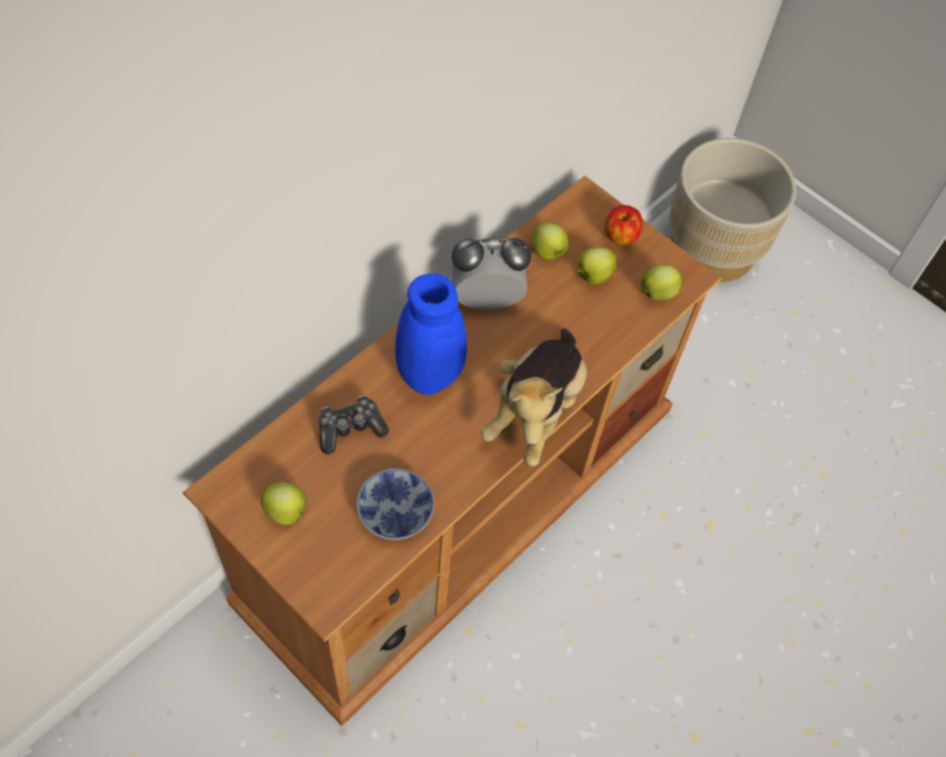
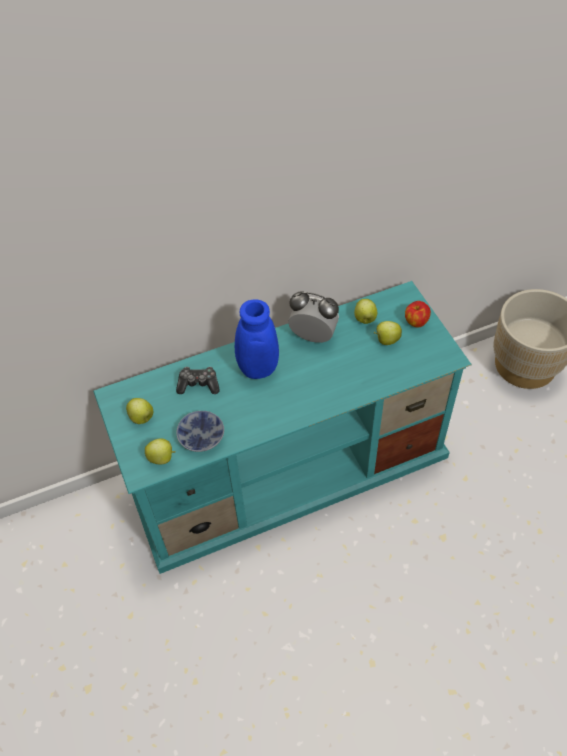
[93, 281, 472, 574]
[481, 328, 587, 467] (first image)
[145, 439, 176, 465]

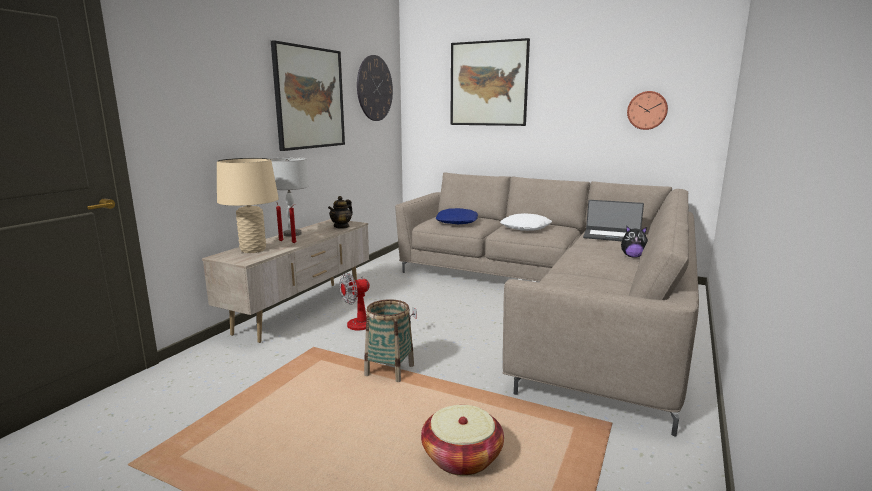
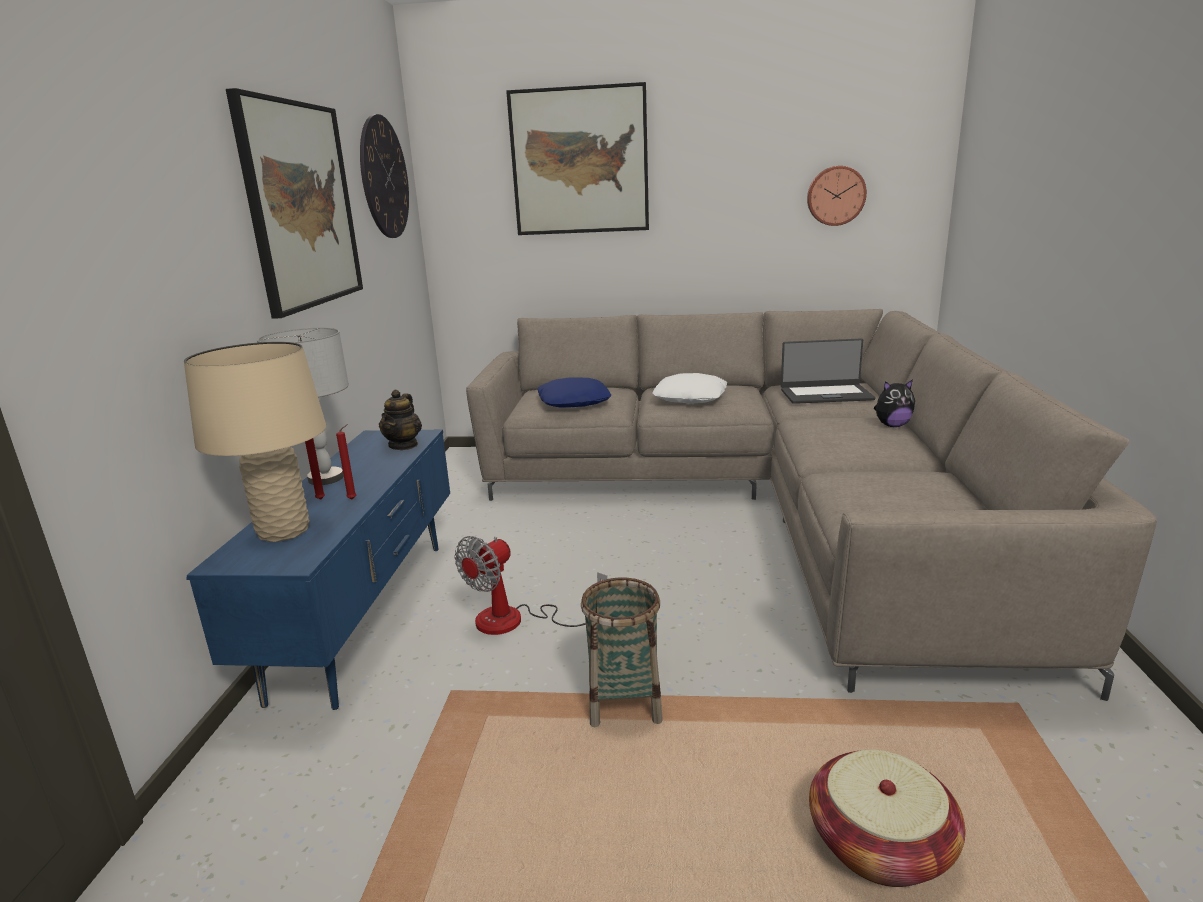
[186, 429, 450, 710]

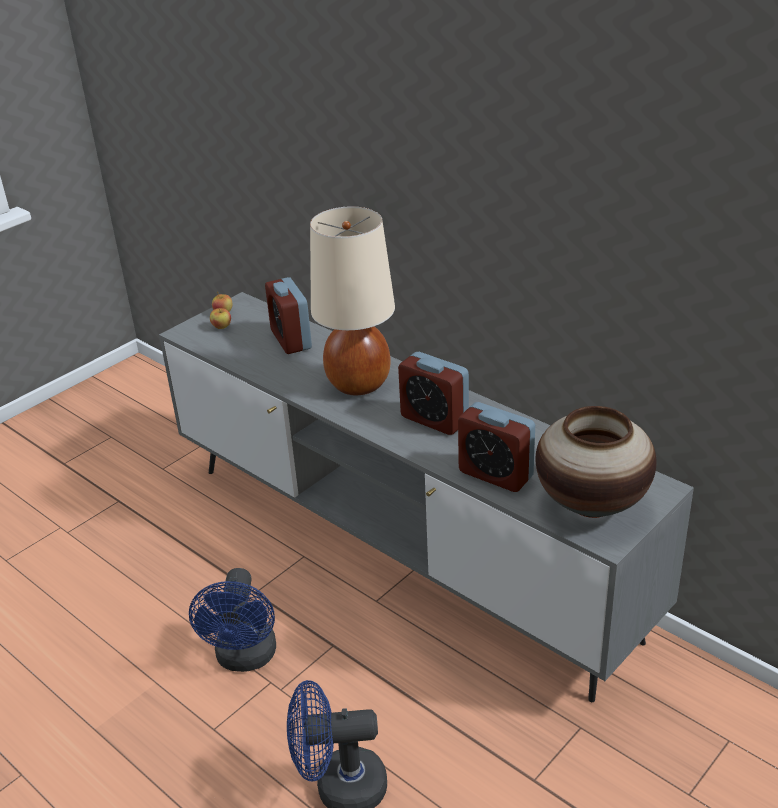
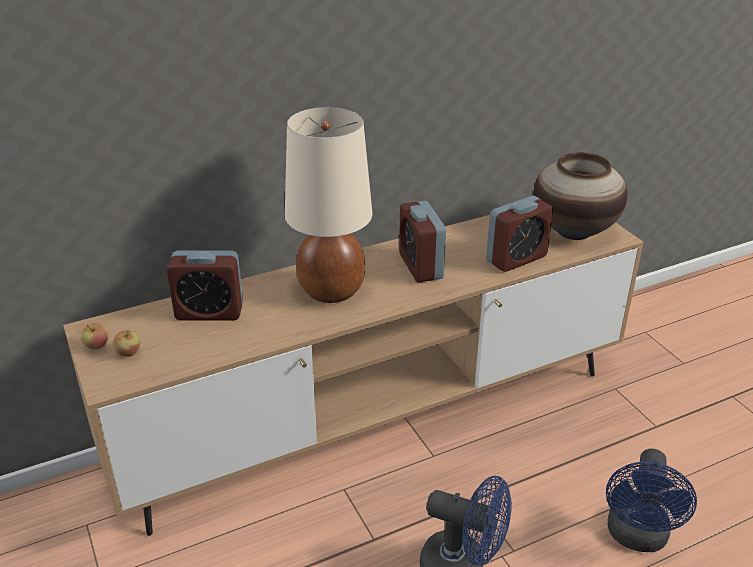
[63, 215, 644, 536]
[399, 201, 446, 282]

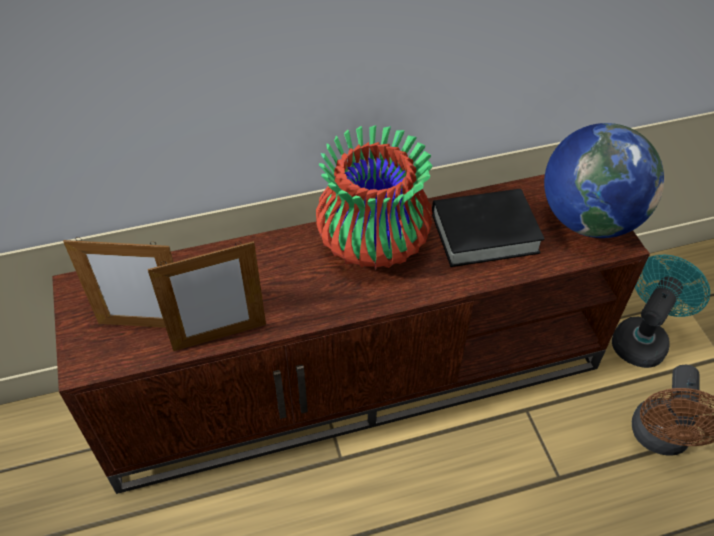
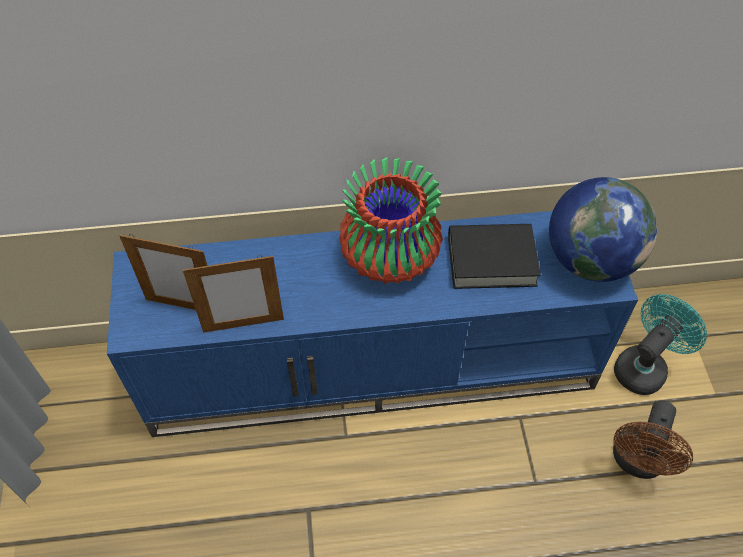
[107, 211, 638, 437]

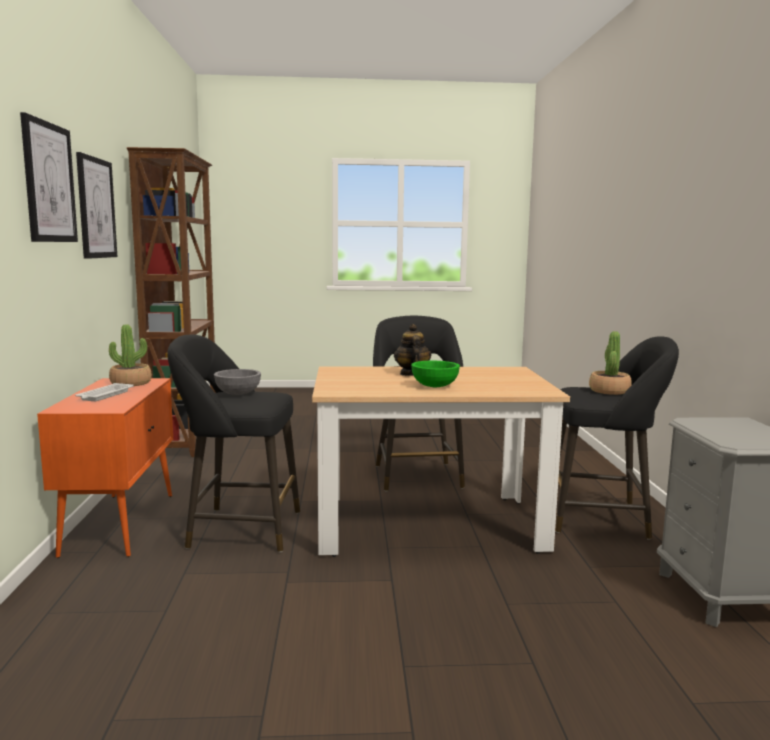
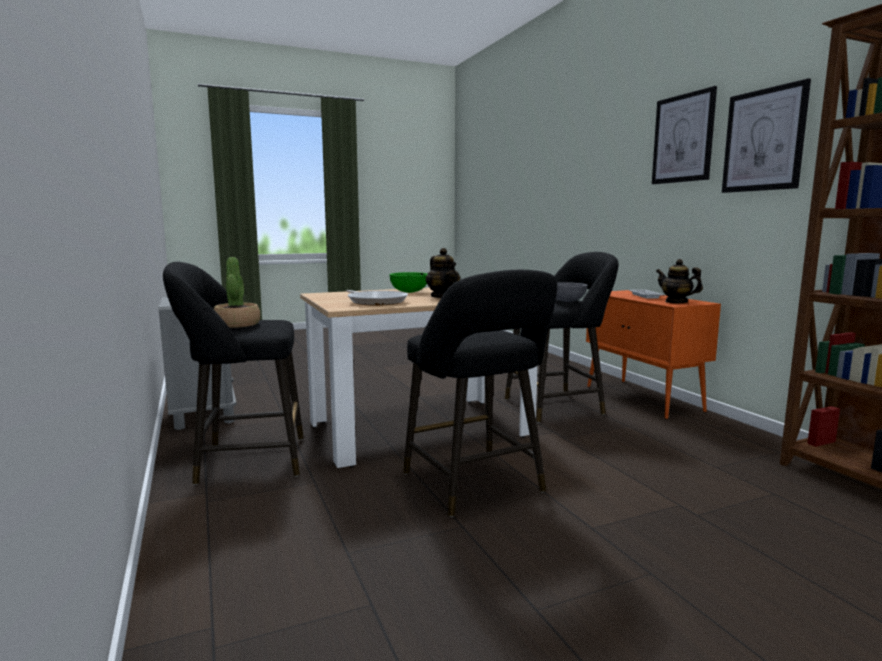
[656, 259, 703, 303]
[346, 290, 408, 306]

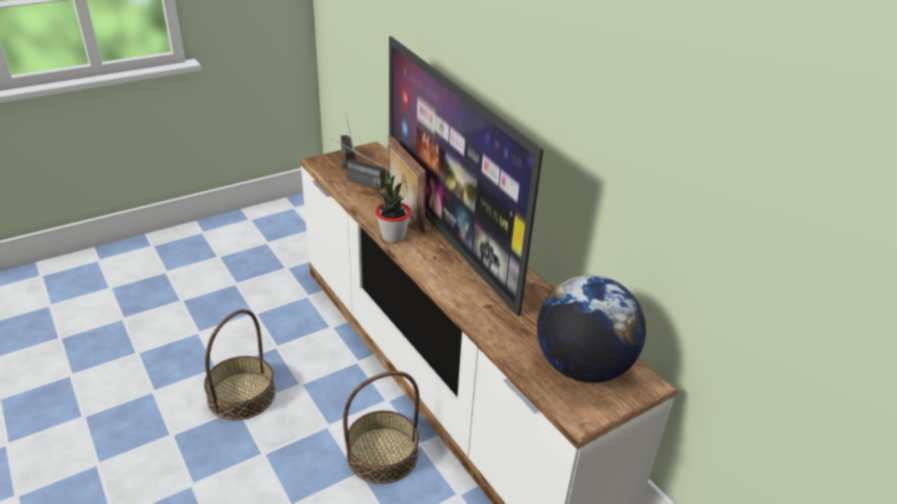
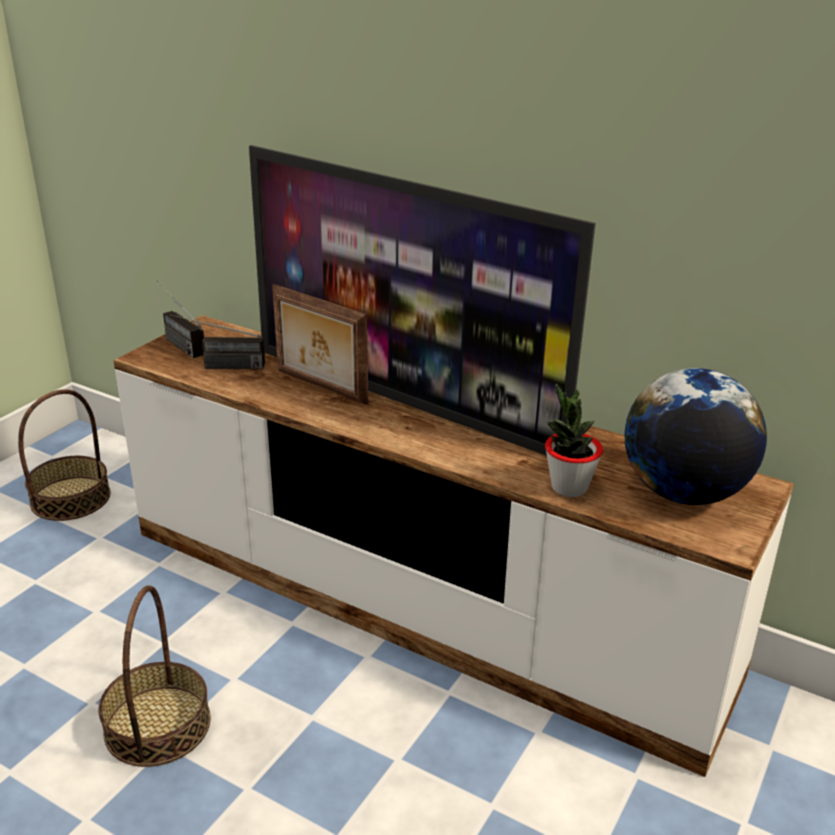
[18, 389, 111, 521]
[545, 383, 603, 497]

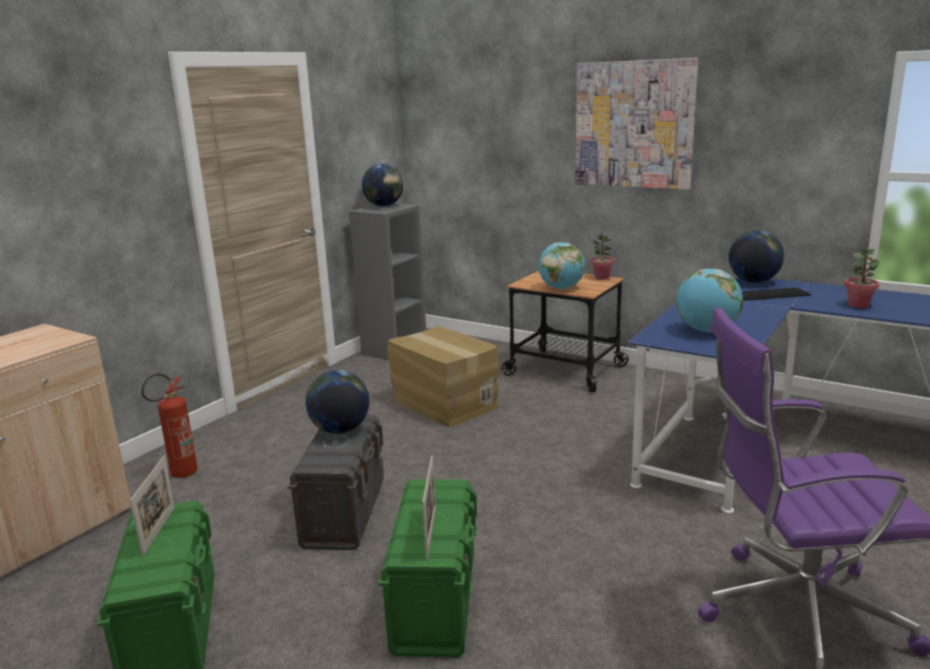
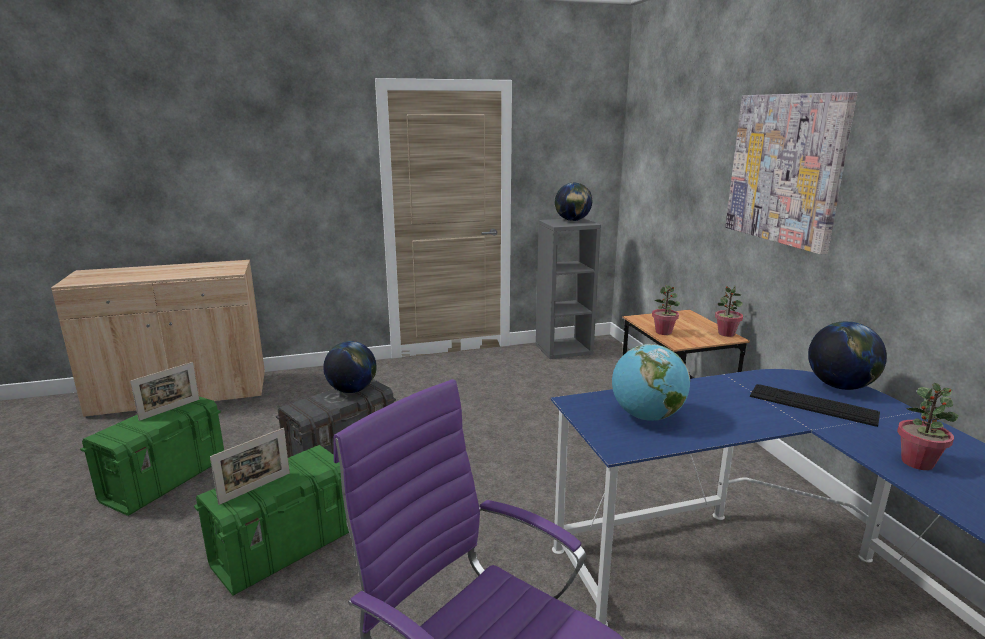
[141, 373, 198, 478] (first image)
[387, 326, 499, 427] (first image)
[652, 285, 680, 335]

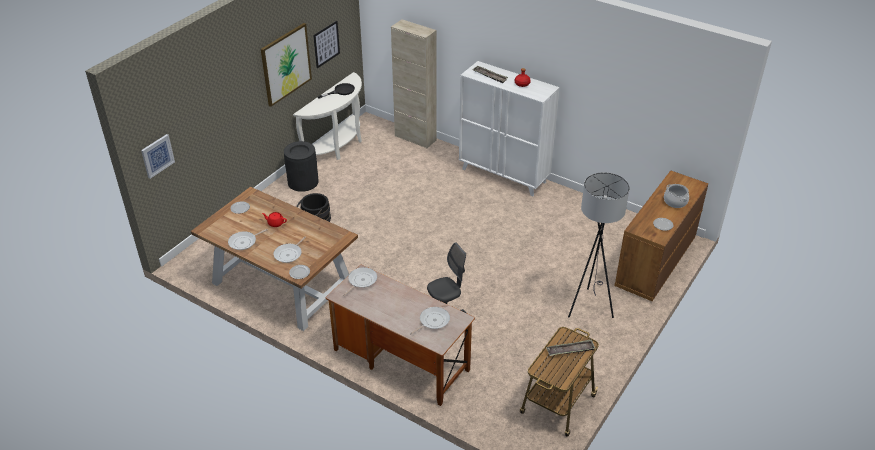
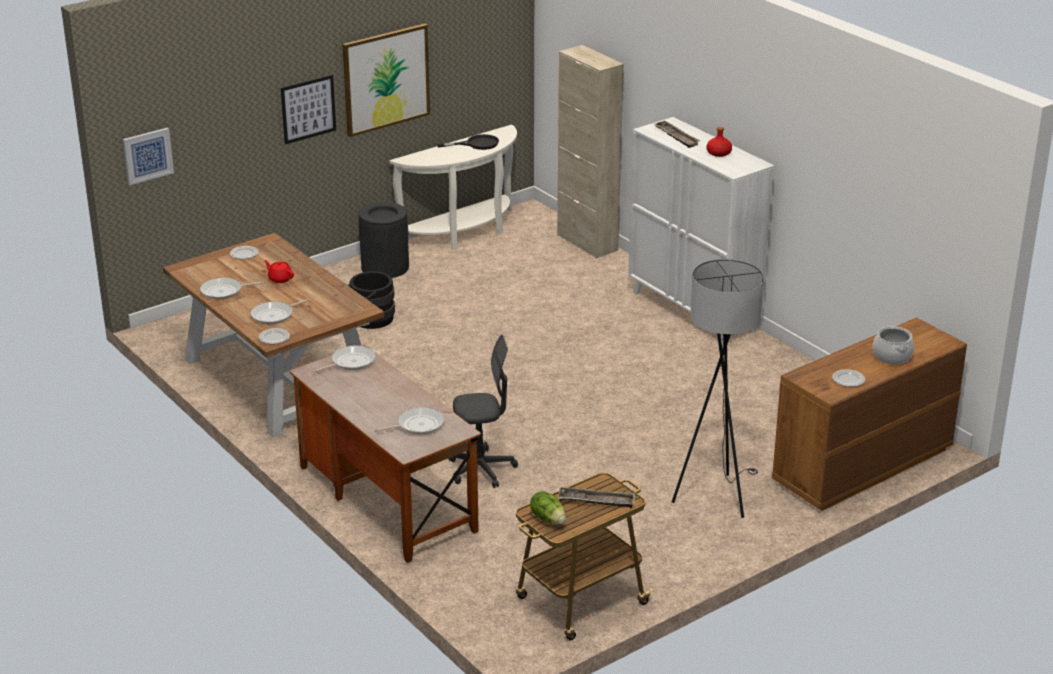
[281, 75, 336, 144]
[530, 491, 566, 525]

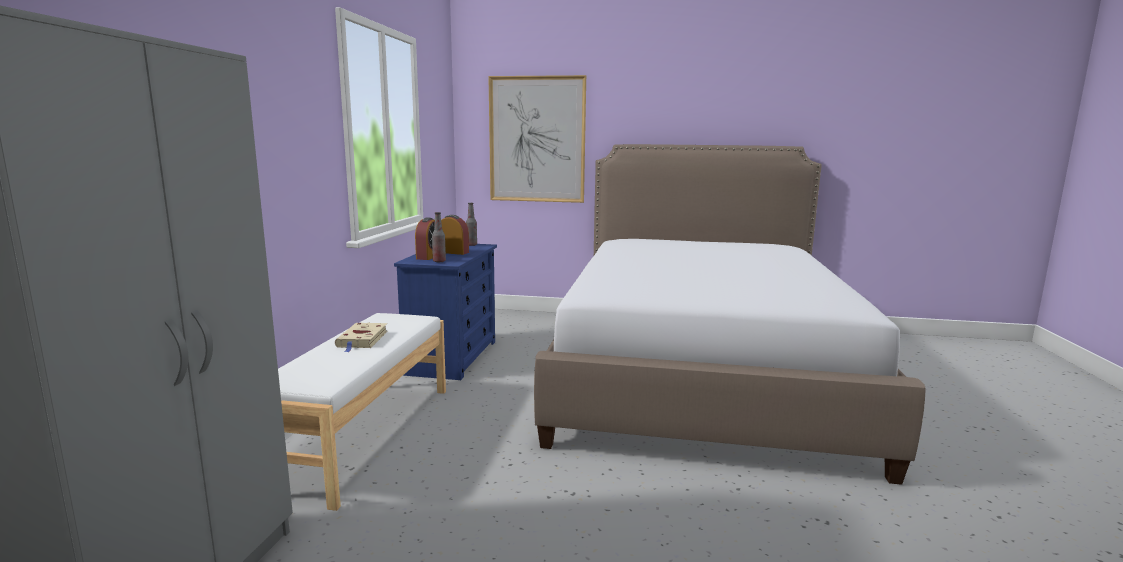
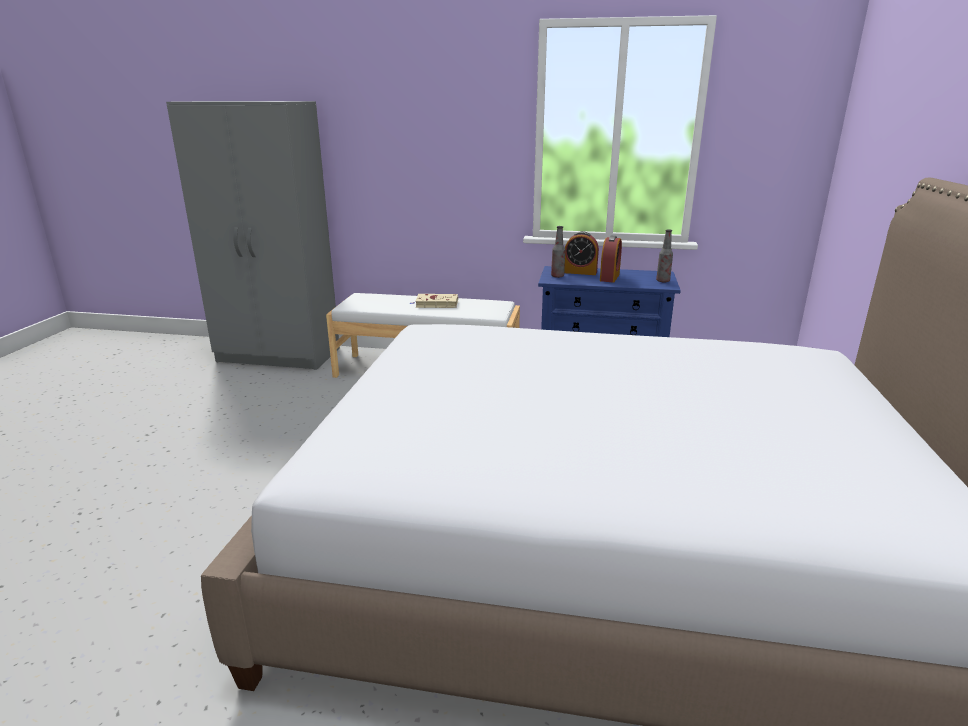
[488, 75, 586, 203] (first image)

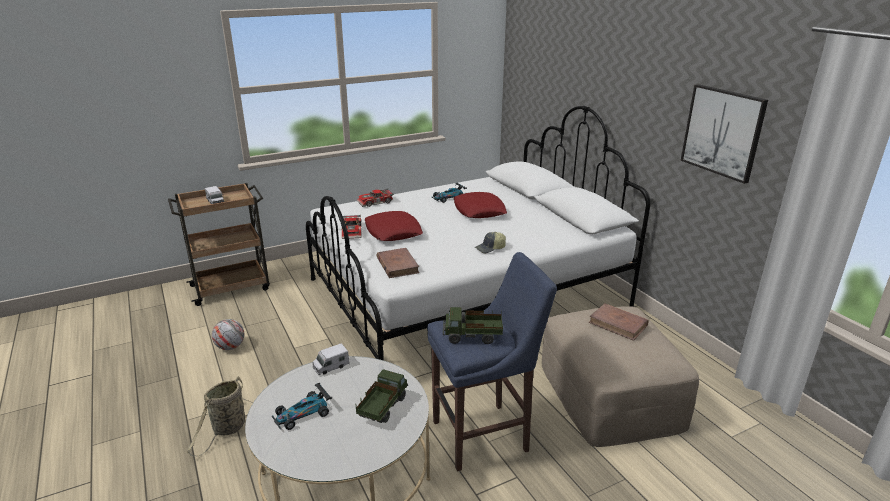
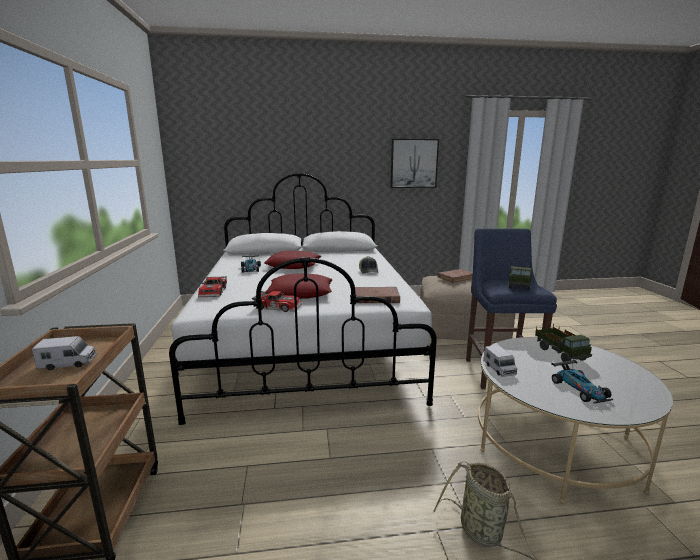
[212, 319, 244, 350] (first image)
[535, 324, 592, 362]

